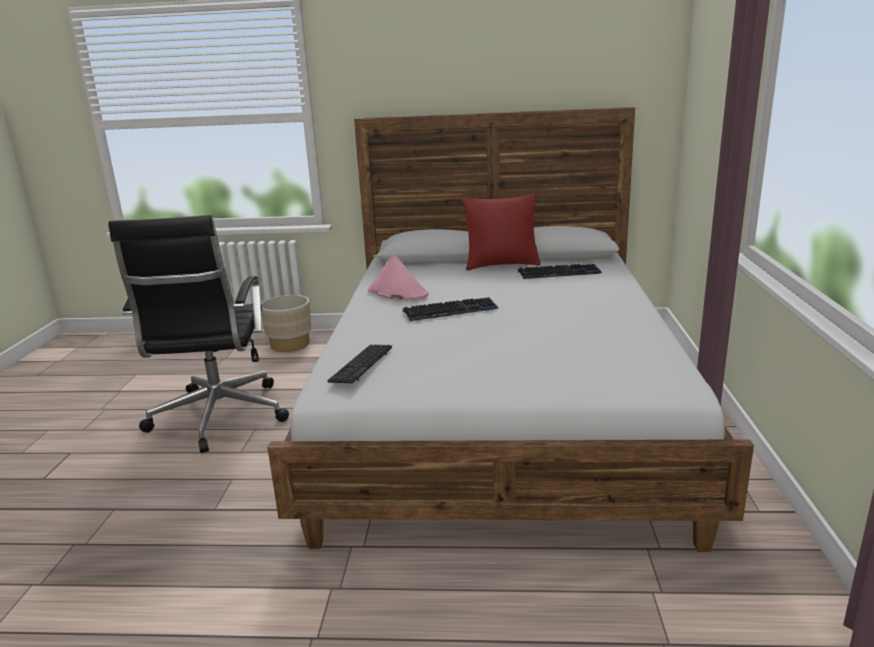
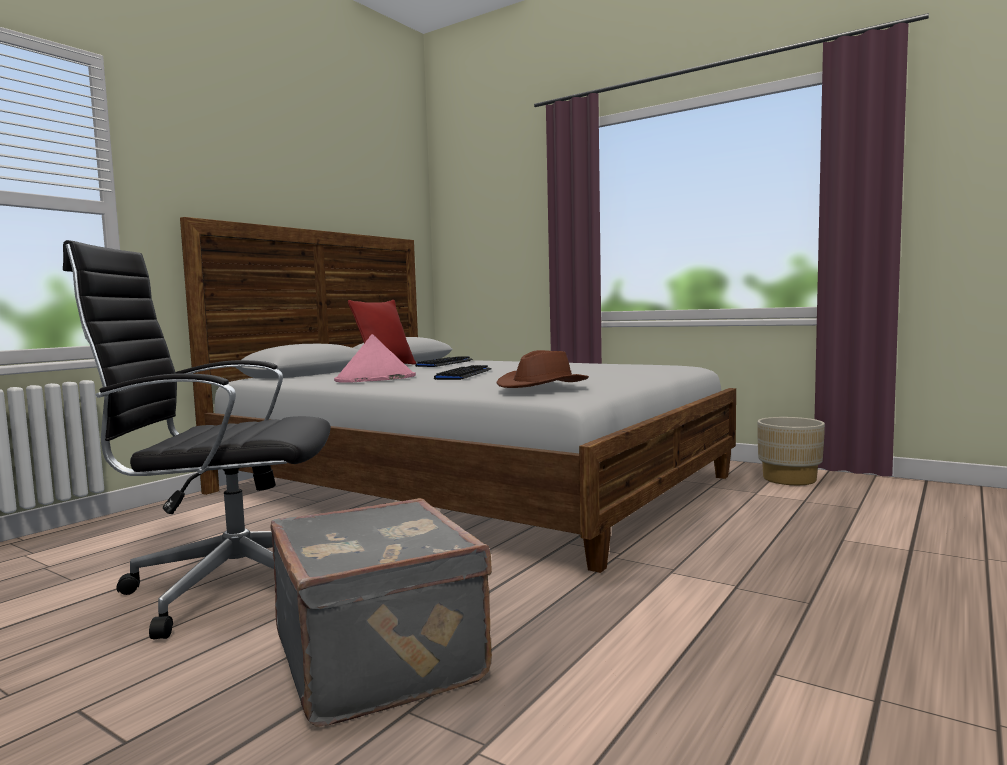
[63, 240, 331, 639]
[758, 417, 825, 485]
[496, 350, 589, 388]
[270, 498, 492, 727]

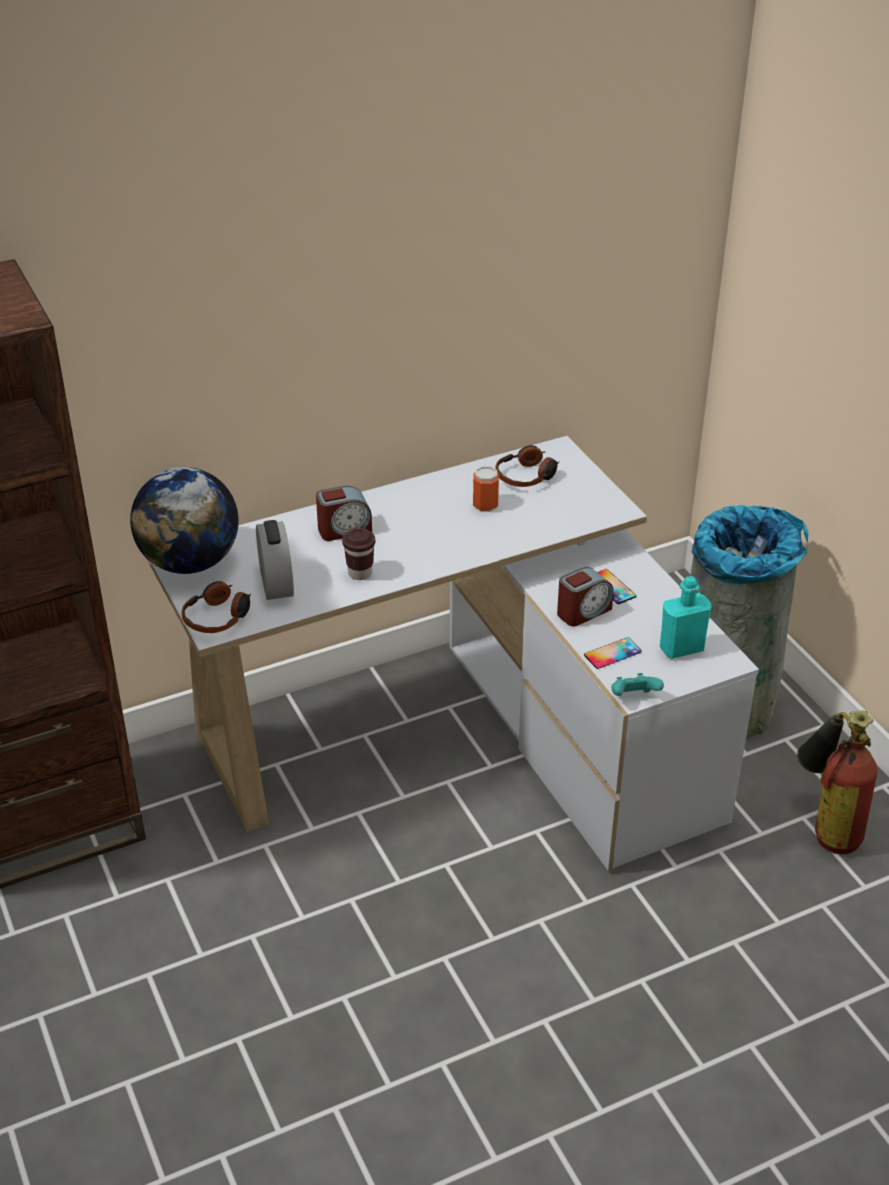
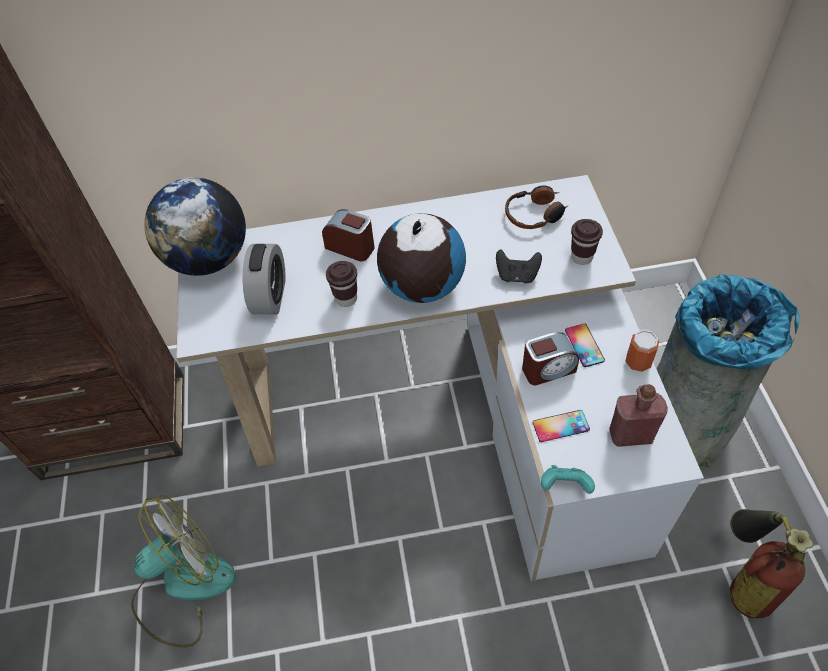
[182, 581, 251, 633] (first image)
[322, 209, 375, 261]
[625, 329, 659, 372]
[609, 384, 668, 447]
[131, 495, 236, 648]
[377, 213, 466, 303]
[496, 250, 542, 283]
[571, 219, 603, 265]

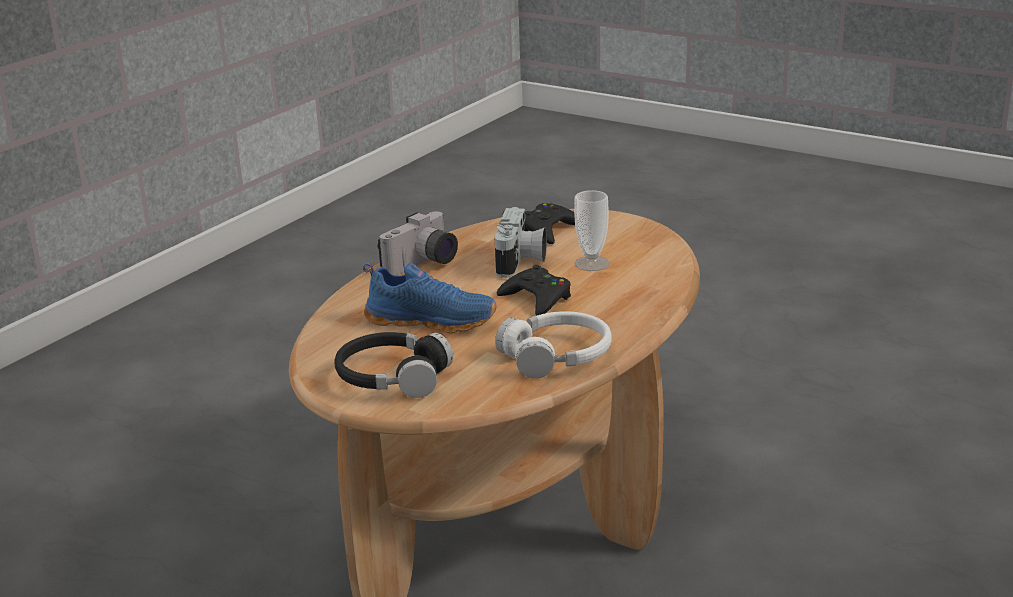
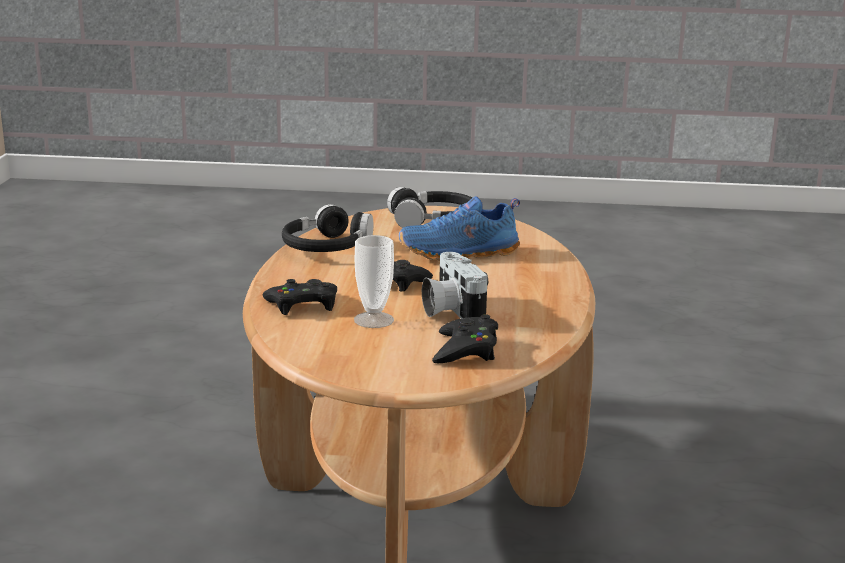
[377, 211, 458, 276] (first image)
[282, 204, 373, 252]
[262, 279, 337, 315]

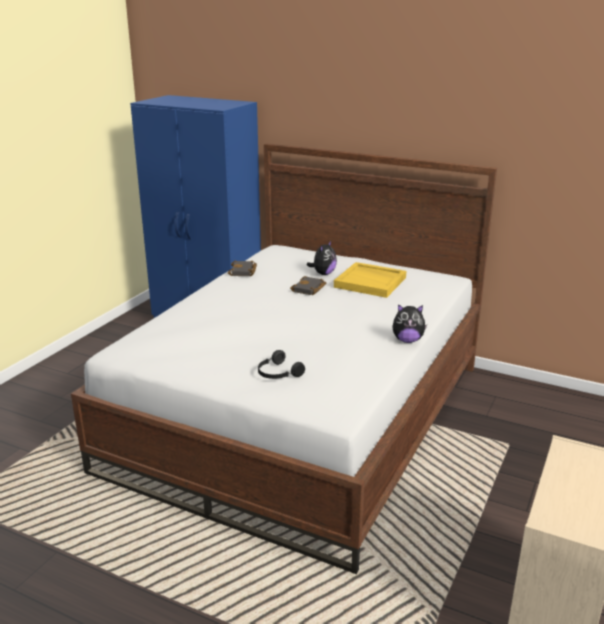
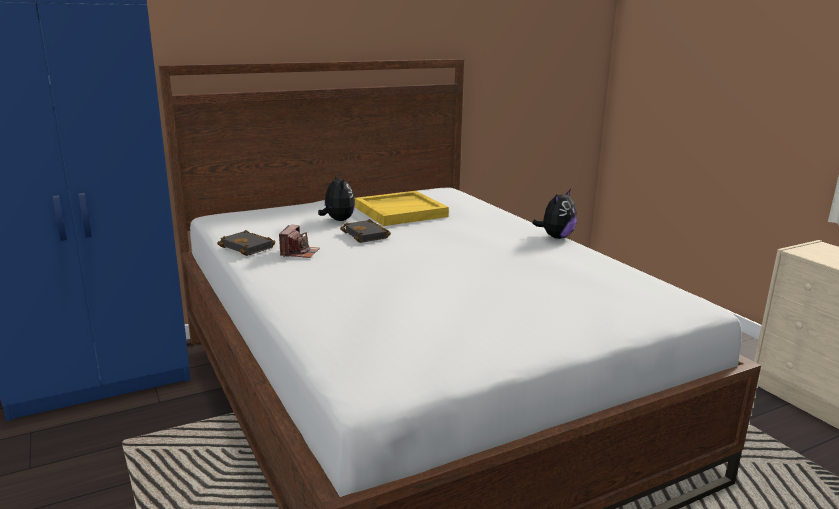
[258, 350, 305, 379] (first image)
[279, 225, 320, 258]

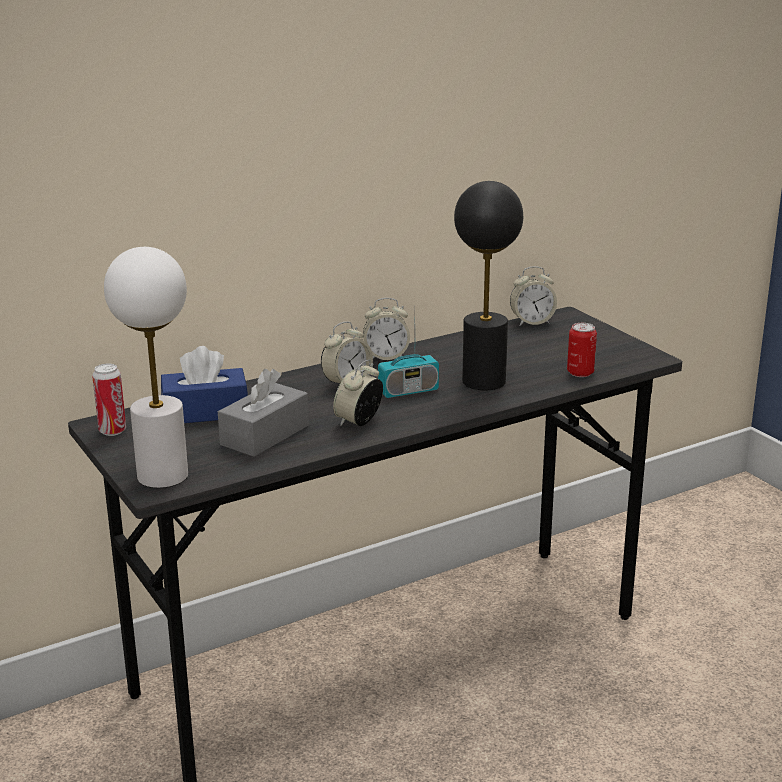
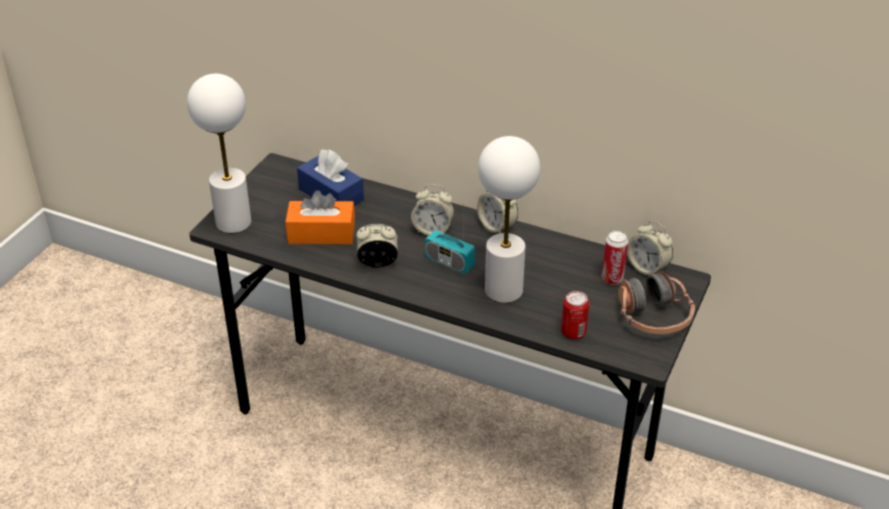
[602, 231, 628, 285]
[285, 190, 355, 244]
[478, 136, 540, 303]
[618, 271, 695, 334]

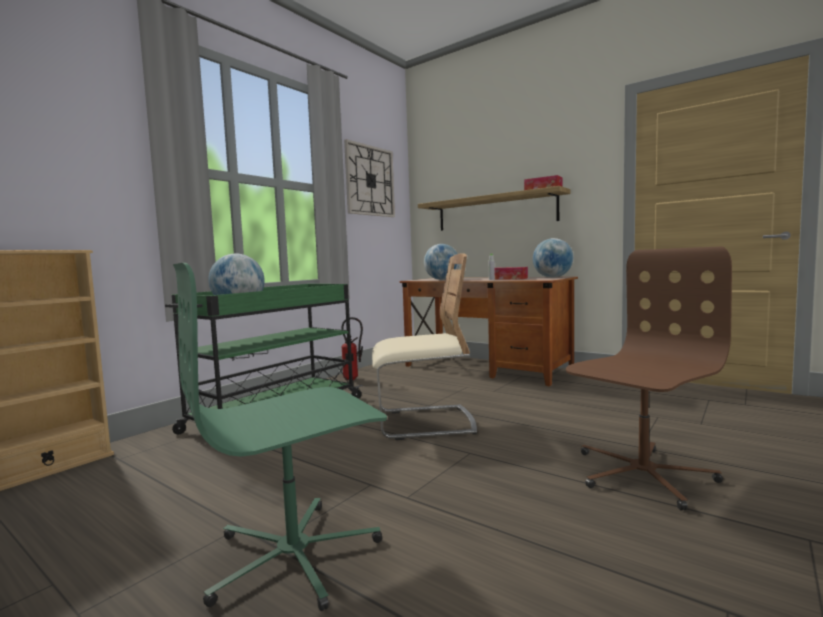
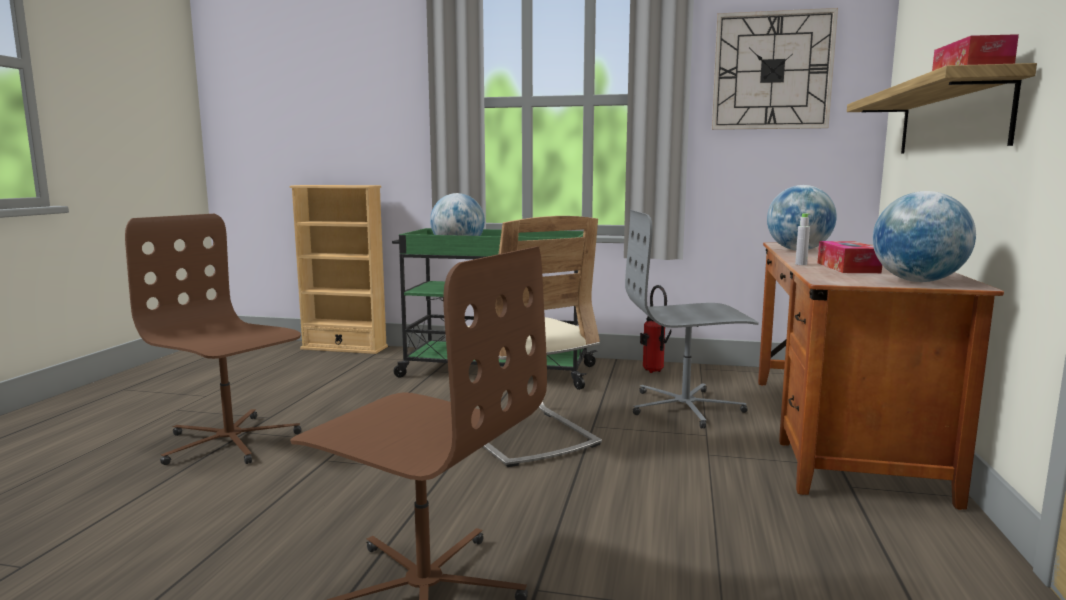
[125, 214, 301, 465]
[625, 210, 759, 429]

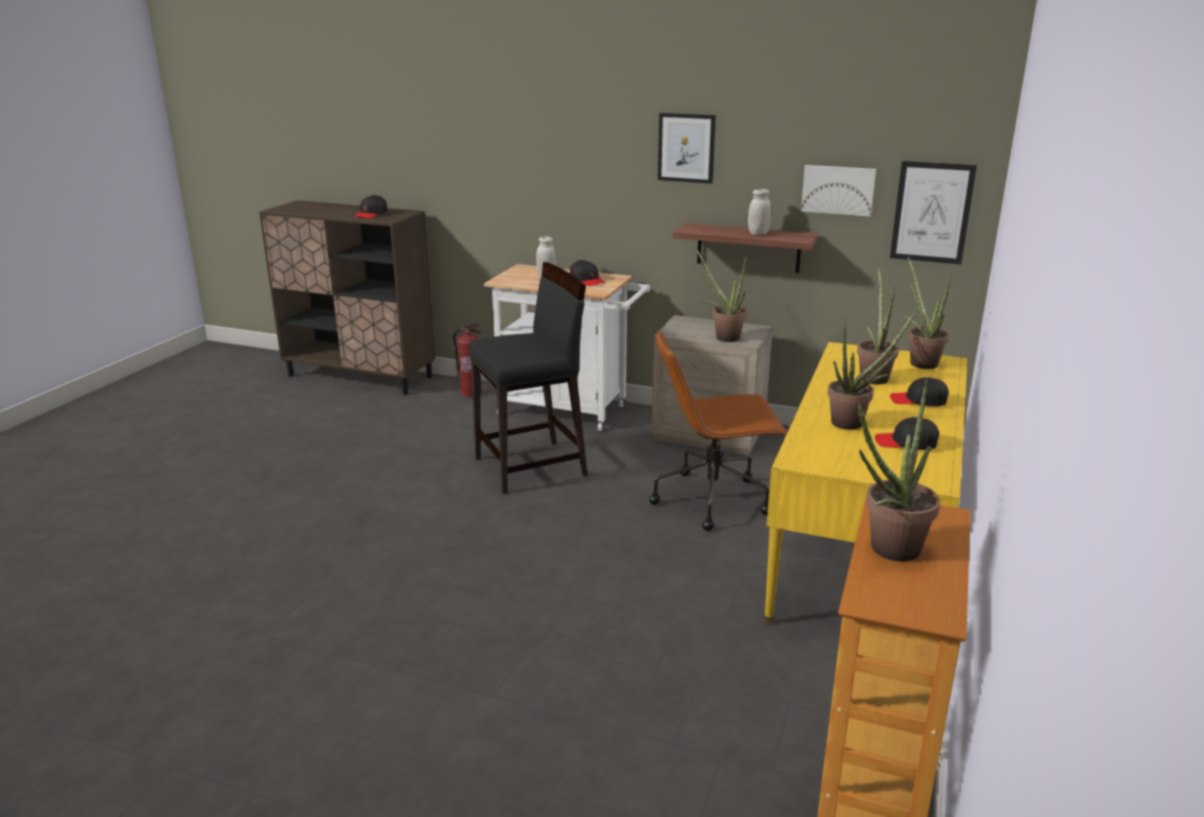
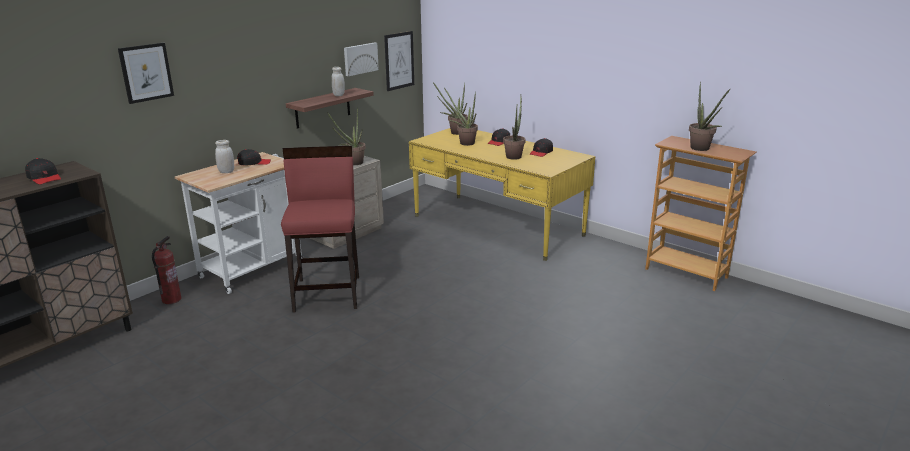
[281, 146, 359, 313]
[649, 330, 787, 531] (first image)
[118, 43, 174, 104]

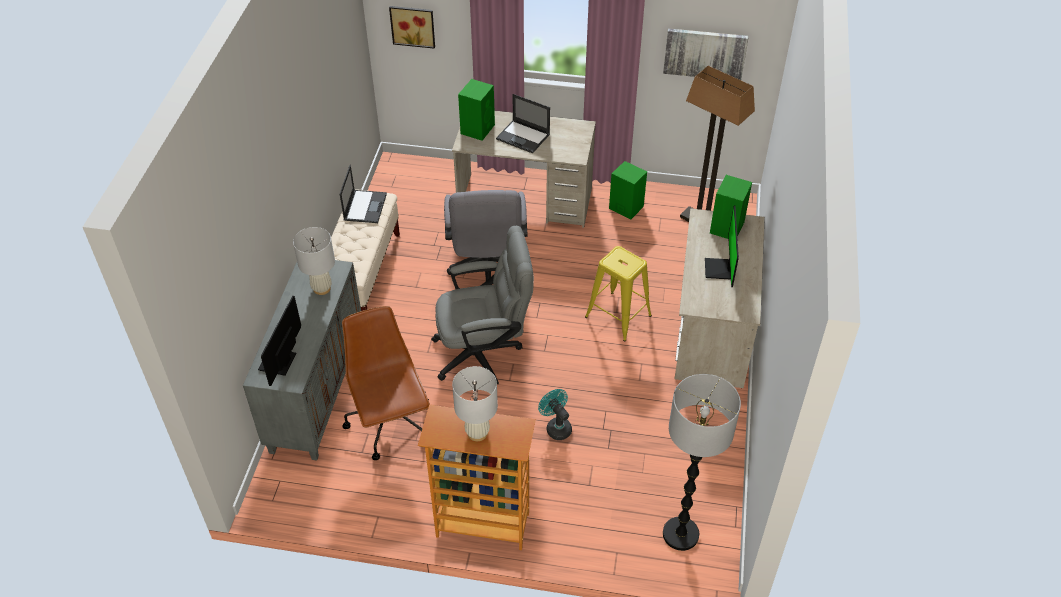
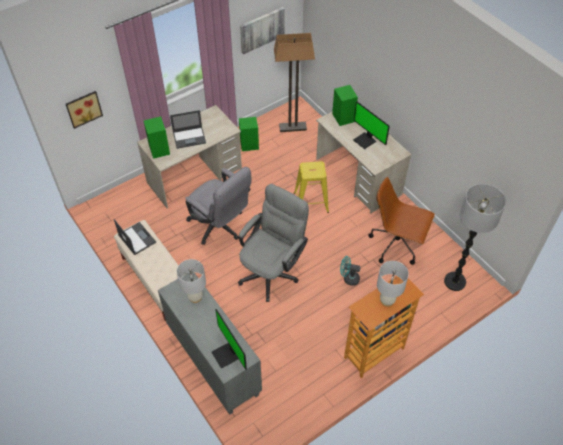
[368, 177, 435, 265]

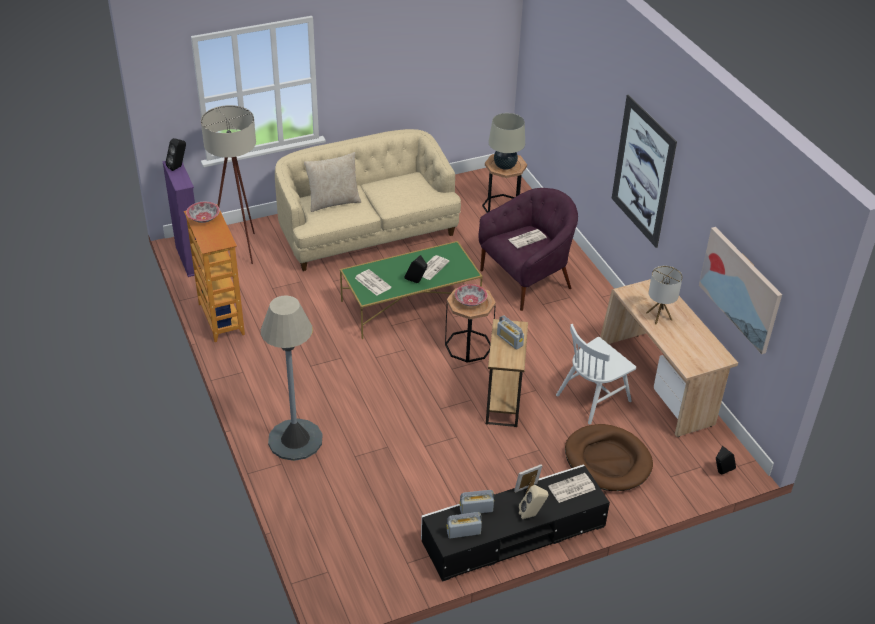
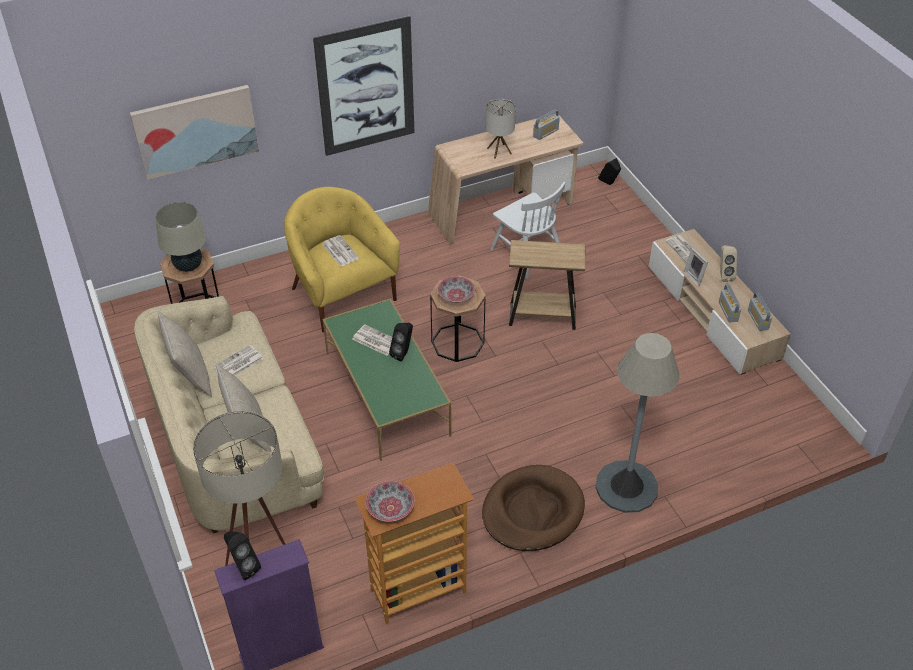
[213, 345, 264, 376]
[649, 229, 791, 375]
[284, 187, 400, 333]
[533, 110, 560, 140]
[482, 465, 585, 551]
[130, 85, 259, 180]
[158, 311, 212, 397]

